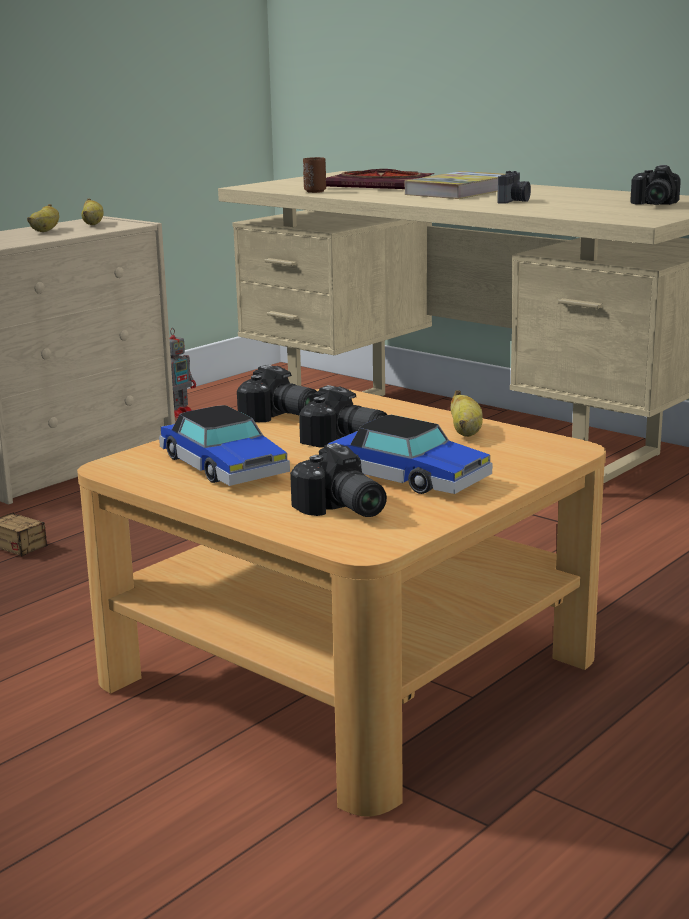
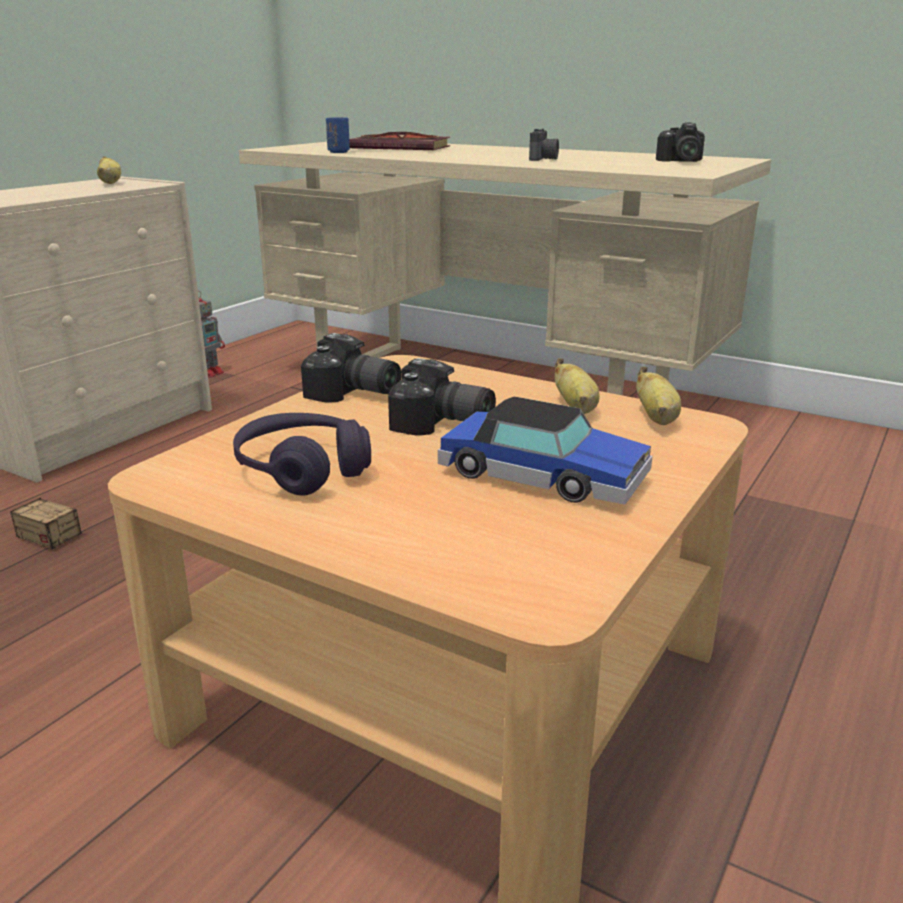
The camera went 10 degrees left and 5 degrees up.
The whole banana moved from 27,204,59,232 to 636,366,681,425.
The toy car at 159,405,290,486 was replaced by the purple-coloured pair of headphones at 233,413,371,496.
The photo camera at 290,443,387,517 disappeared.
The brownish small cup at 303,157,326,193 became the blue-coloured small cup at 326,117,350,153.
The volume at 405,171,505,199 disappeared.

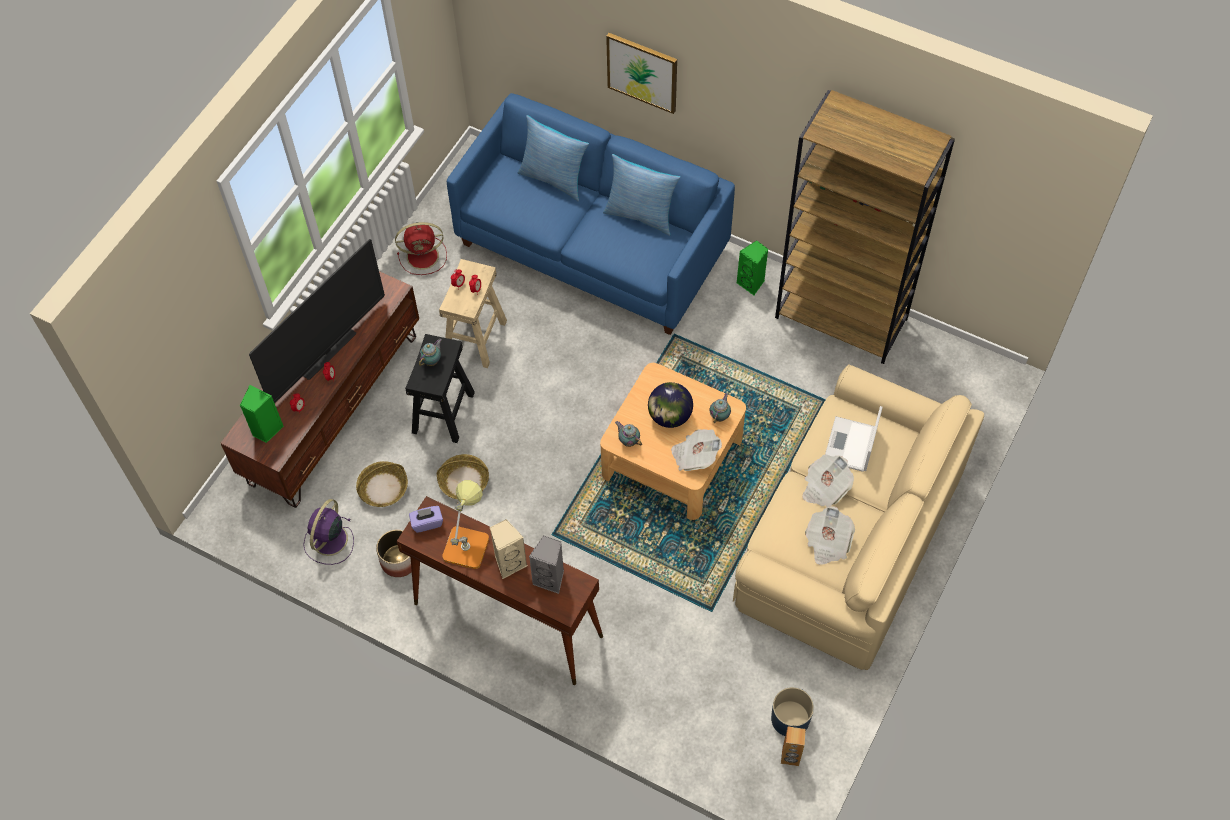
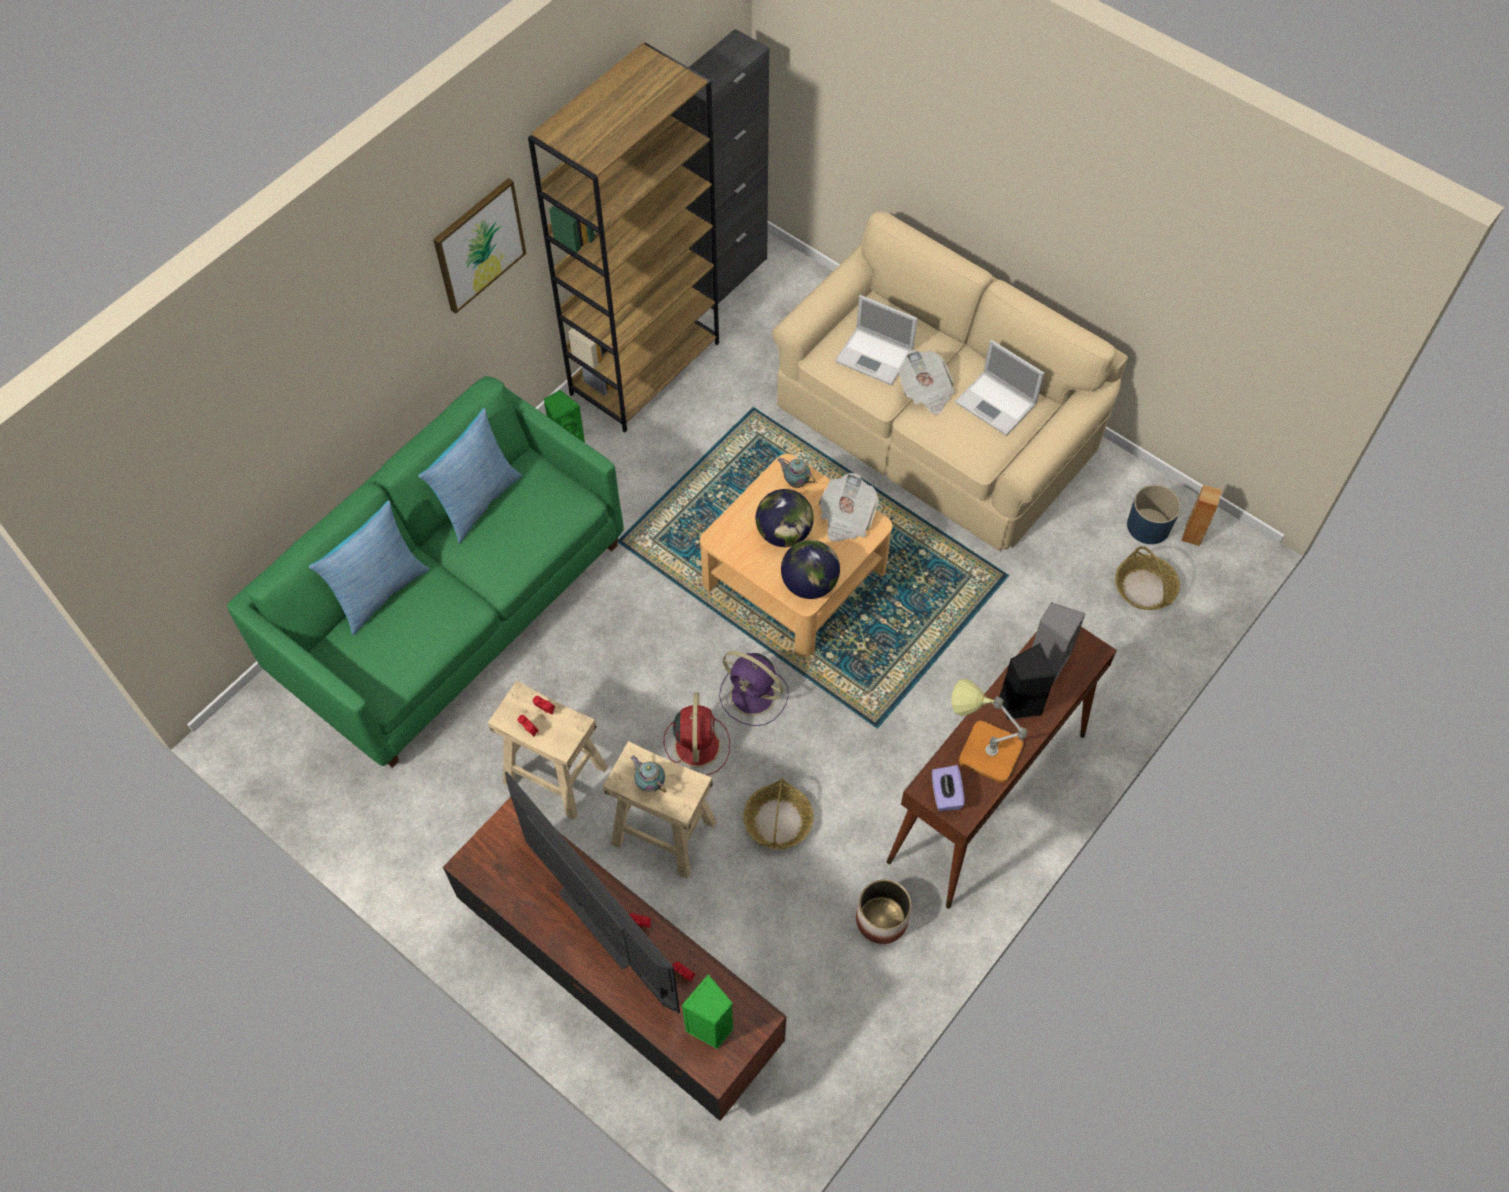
The camera went 80 degrees left and 0 degrees up.
The purple-coloured electric fan moved from 303,499,354,565 to 719,651,789,726.
The basket moved from 356,461,408,507 to 1115,546,1180,610.
The red-coloured electric fan moved from 395,222,447,275 to 664,692,730,776.
The black-coloured stool at 405,334,475,443 became the sand-coloured stool at 603,741,717,879.
The blue-coloured couch at 447,93,735,335 became the green couch at 227,376,624,768.
The sand-coloured speaker at 490,519,527,579 became the black-coloured speaker at 999,643,1056,720.
The picture moved from 606,33,677,114 to 433,178,526,314.
The tea pot at 615,421,642,447 was replaced by the desk globe at 781,540,840,599.
The newspaper at 805,506,855,565 was replaced by the portable computer at 955,340,1044,436.
The black-coloured cabinet at 674,29,769,309 appeared.

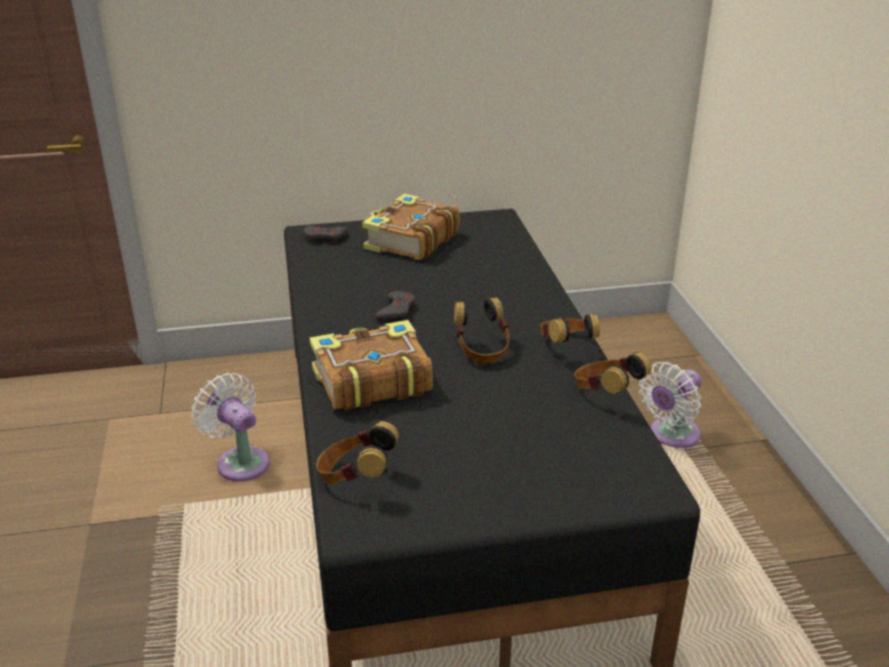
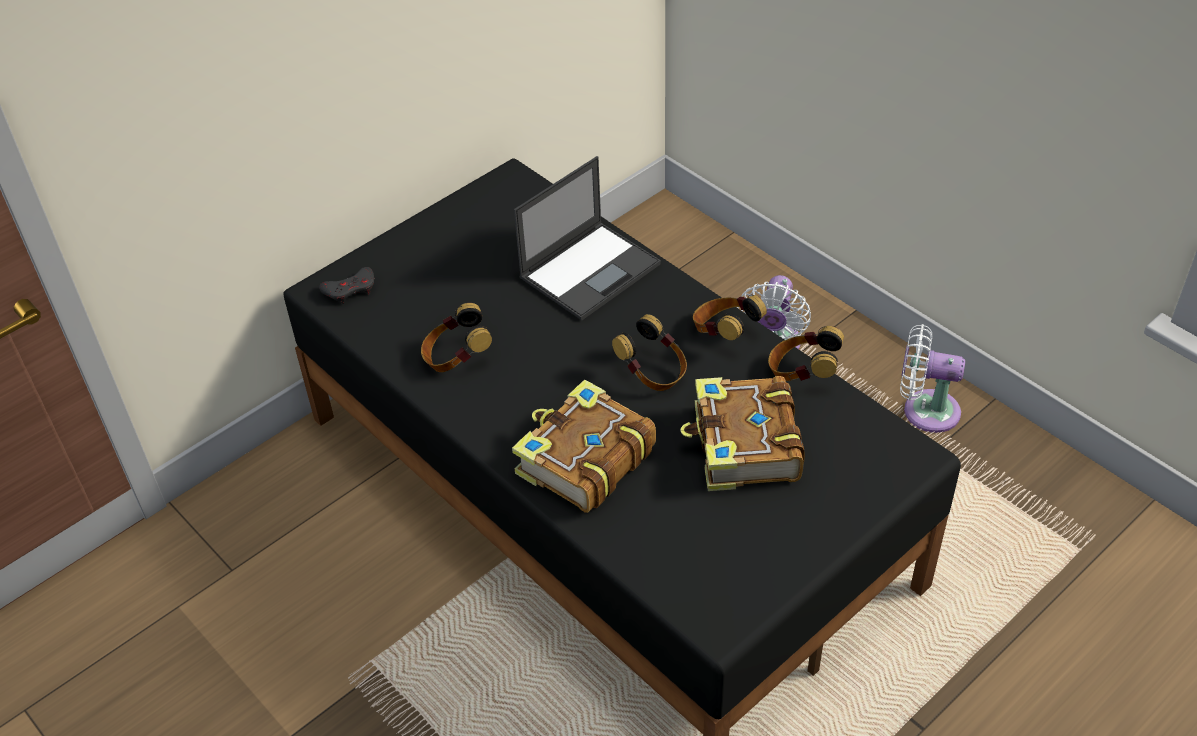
The camera went 30 degrees left and 15 degrees up.
The white-coloured electric fan moved from 192,373,270,481 to 900,324,965,433.
The pair of headphones moved from 316,421,399,484 to 421,303,492,372.
The volume moved from 362,194,459,260 to 680,376,805,491.
The greyish gamepad at 375,291,415,321 disappeared.
The portable computer at 514,156,661,320 appeared.

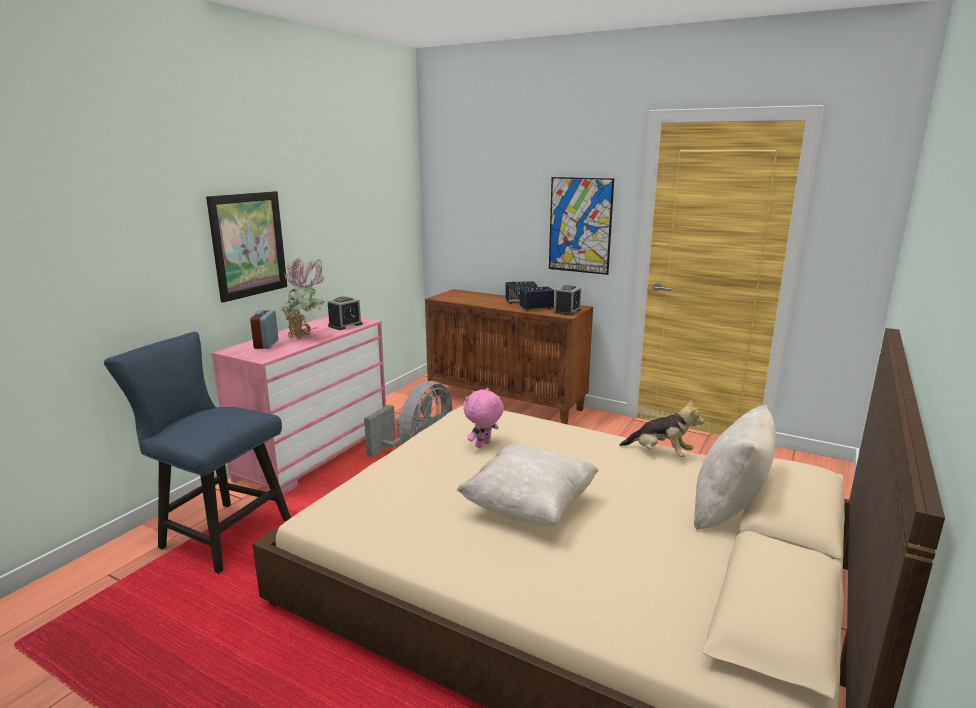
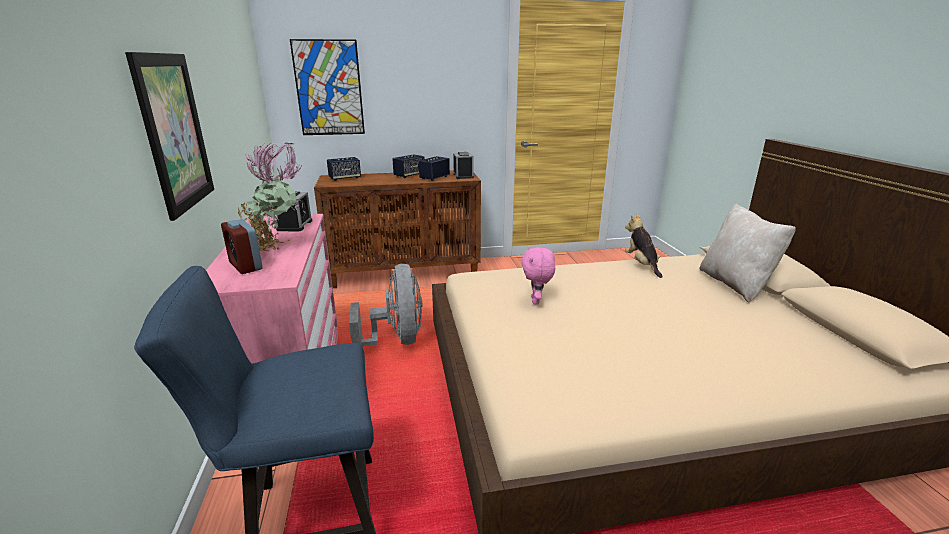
The camera went 40 degrees left and 5 degrees up.
The sand-coloured cushion at 457,443,599,526 disappeared.
The picture moved from 549,177,614,275 to 290,39,365,135.
The plush toy at 619,399,704,457 turned 90 degrees counterclockwise.
The speaker at 327,157,361,181 appeared.

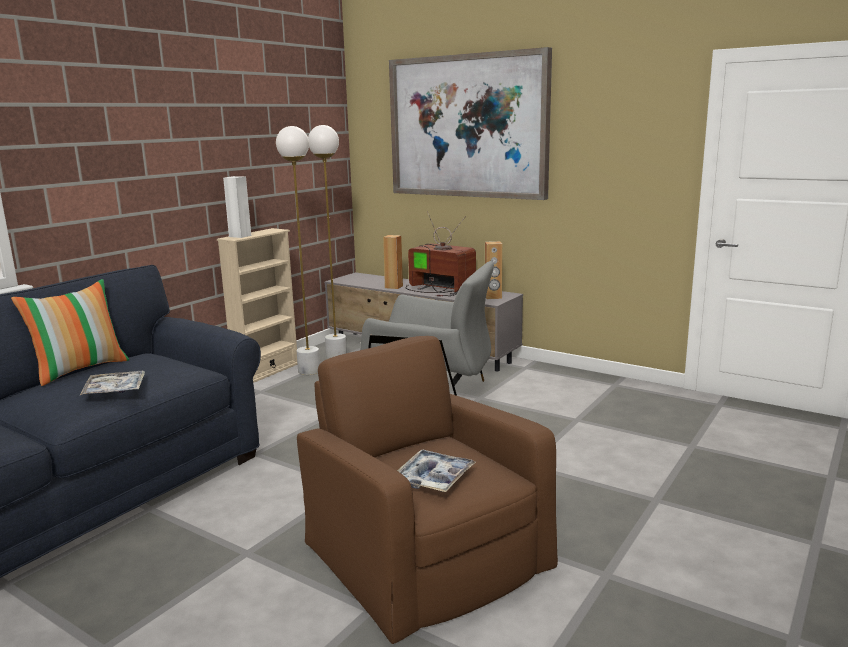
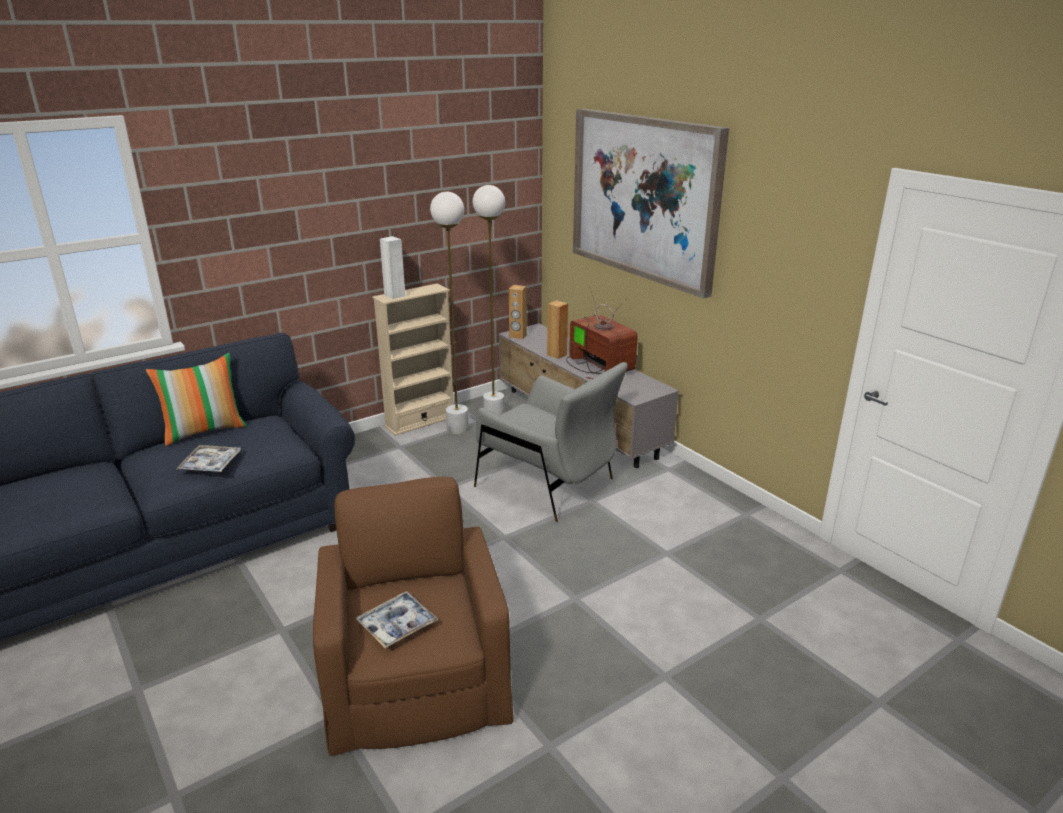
The camera went 20 degrees right and 10 degrees up.
The brownish speaker moved from 485,241,502,299 to 509,285,527,339.

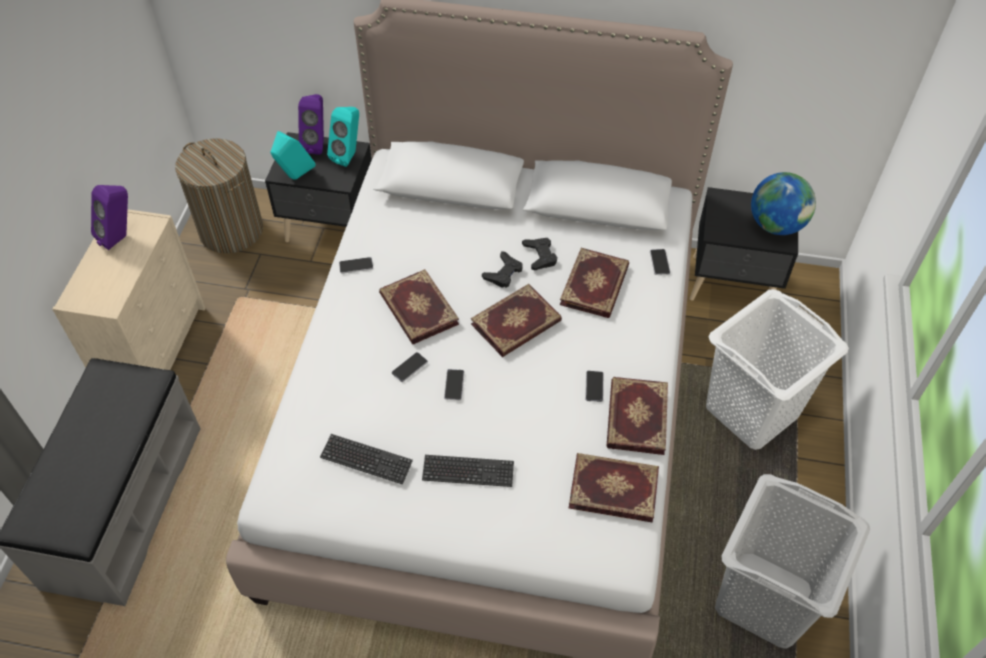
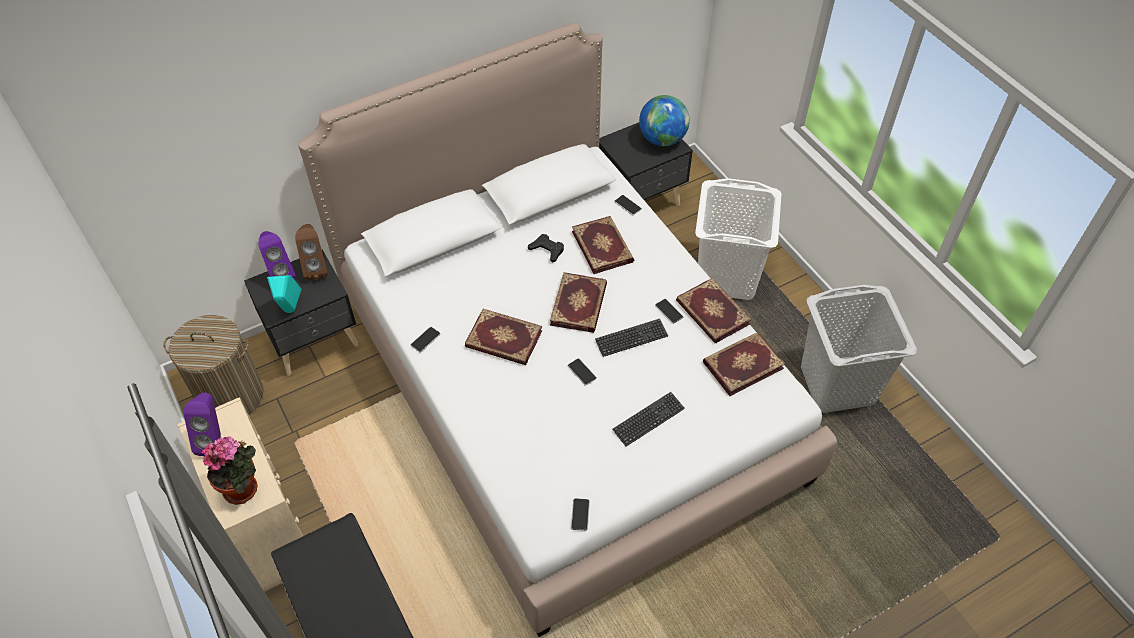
The camera went 40 degrees left and 0 degrees up.
The PC keyboard moved from 320,434,413,485 to 595,319,668,357.
The turquoise speaker at 327,107,359,167 became the brownish speaker at 295,224,328,280.
The phone moved from 392,352,428,382 to 571,498,590,531.
The black-coloured gamepad at 482,251,523,288 disappeared.
The houseplant at 202,436,258,505 appeared.

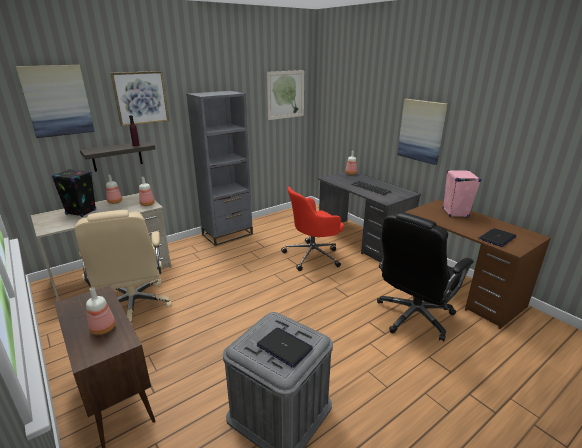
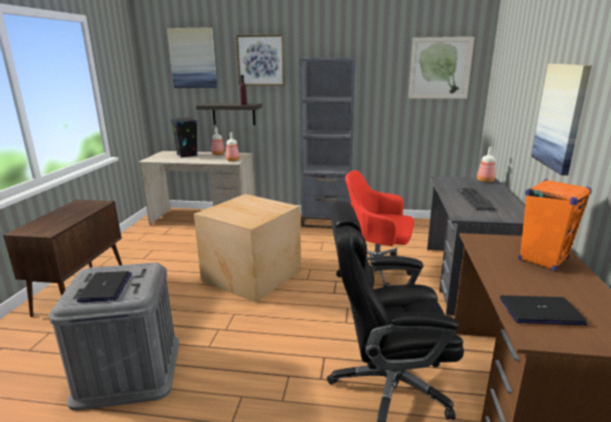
The camera went 45 degrees right and 5 degrees down.
The sand-coloured office chair at 74,210,172,325 disappeared.
The beverage bottle at 86,287,115,335 disappeared.
The pink-coloured speaker at 442,170,482,217 became the orangey speaker at 519,179,592,271.
The carton at 194,194,301,303 appeared.

